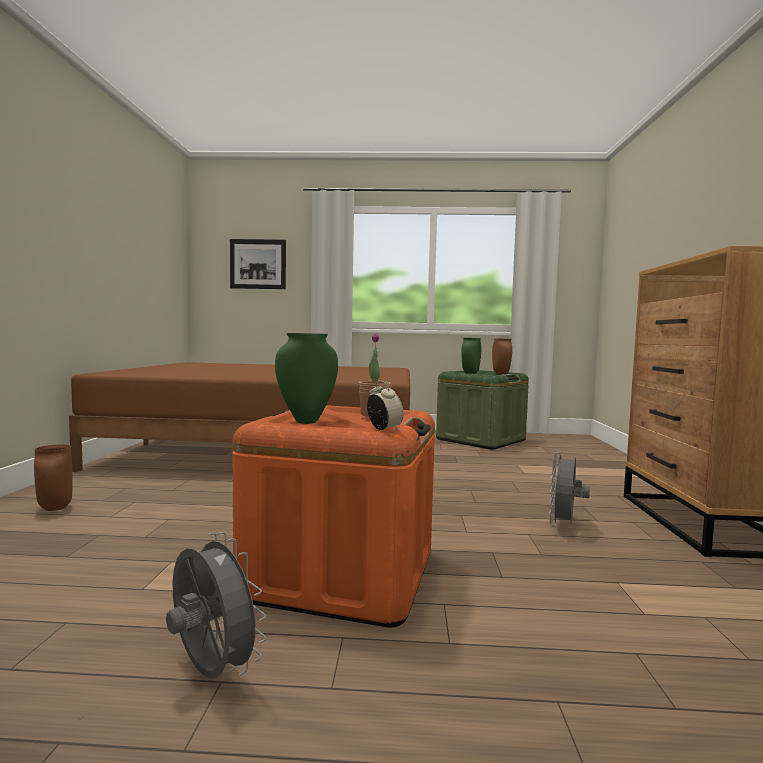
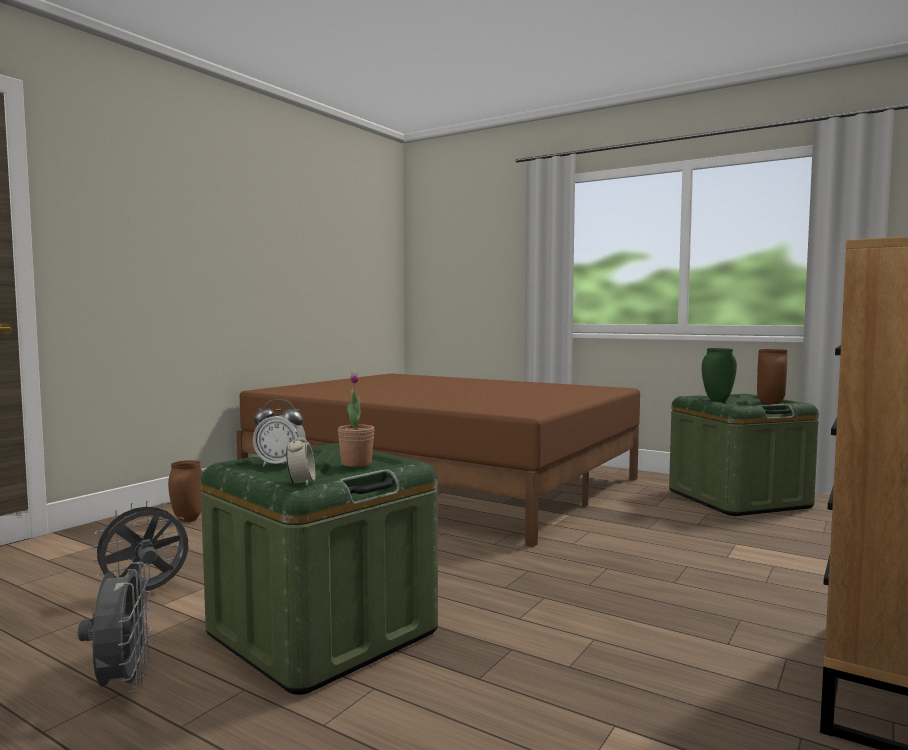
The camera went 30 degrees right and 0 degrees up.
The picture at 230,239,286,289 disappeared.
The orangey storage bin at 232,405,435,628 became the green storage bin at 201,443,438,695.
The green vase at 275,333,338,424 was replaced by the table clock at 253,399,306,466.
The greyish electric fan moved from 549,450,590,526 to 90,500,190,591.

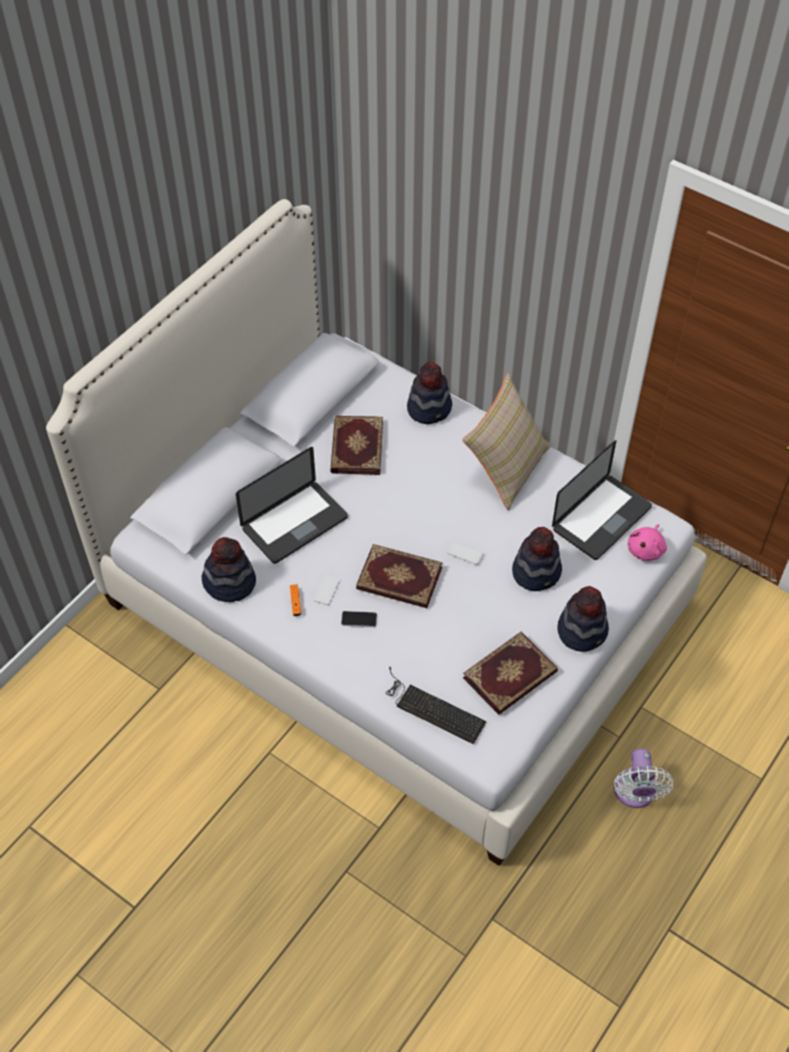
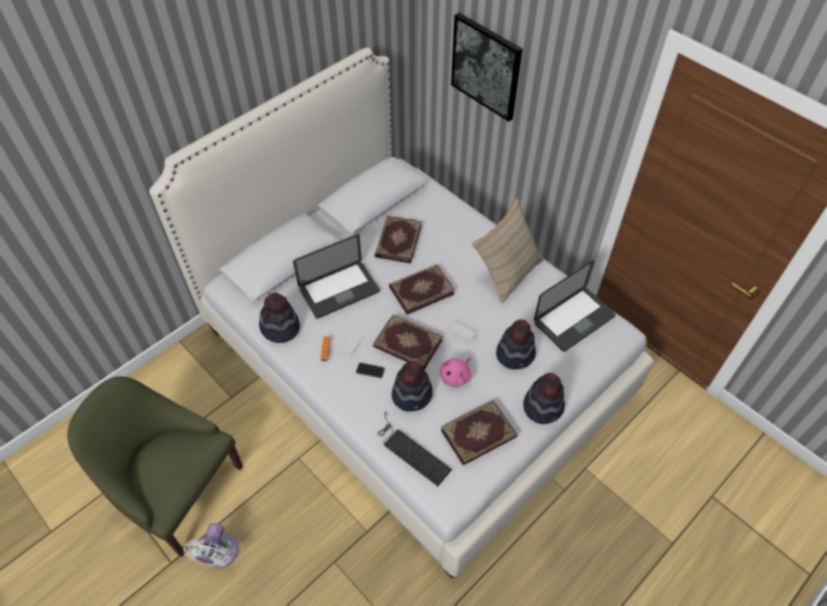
The camera went 10 degrees right and 0 degrees up.
The clothing hat moved from 407,362,452,424 to 392,361,433,412.
The white-coloured electric fan moved from 614,748,674,808 to 183,523,238,568.
The pink-coloured plush toy moved from 627,524,667,561 to 440,357,472,386.
The green lounge chair at 67,376,243,557 appeared.
The volume at 389,264,455,315 appeared.
The picture at 451,13,523,122 appeared.

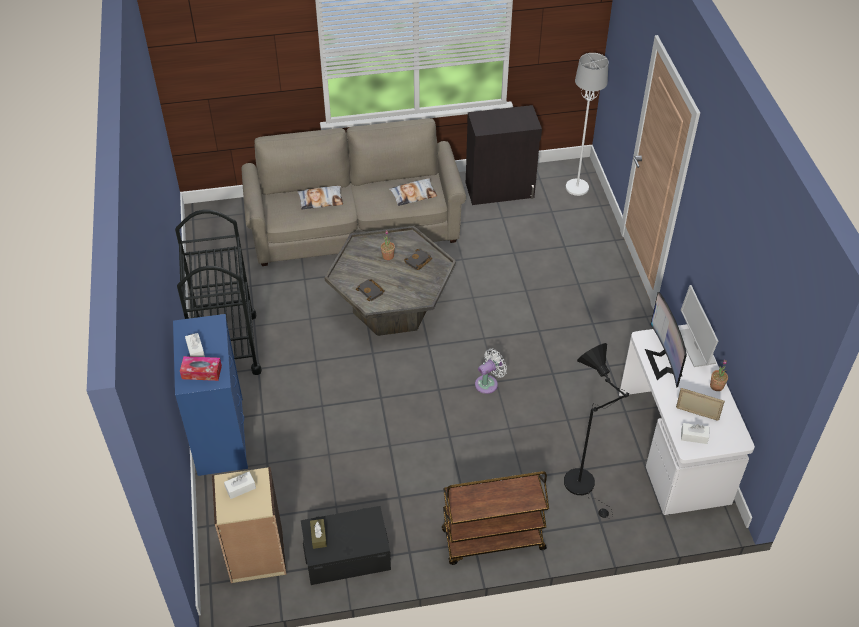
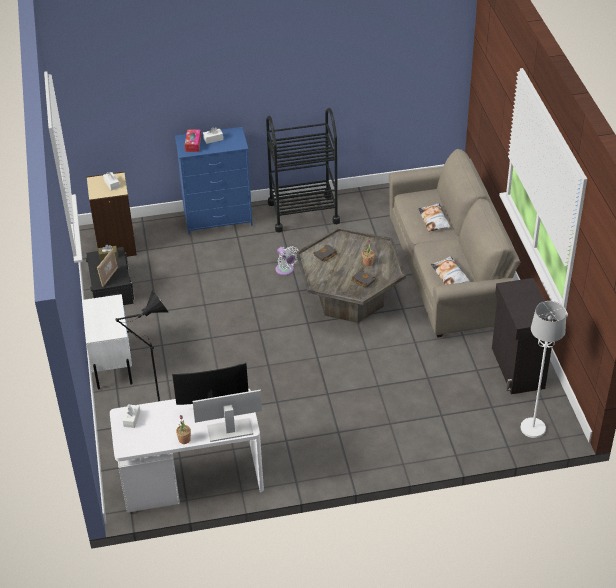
The camera went 90 degrees right and 5 degrees down.
The brownish cart at 442,471,549,565 was replaced by the white-coloured night table at 82,294,133,390.
The white-coloured electric fan moved from 475,349,507,394 to 276,246,299,276.
The photo frame moved from 676,388,725,421 to 97,249,118,287.

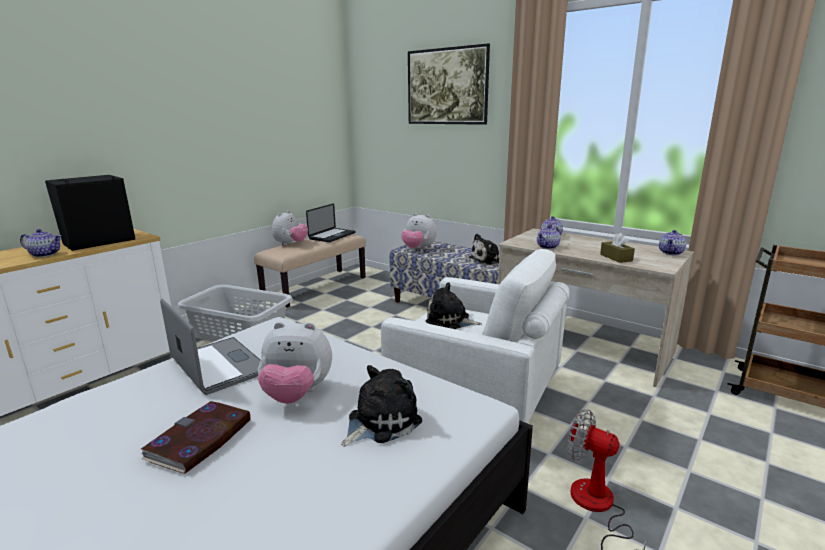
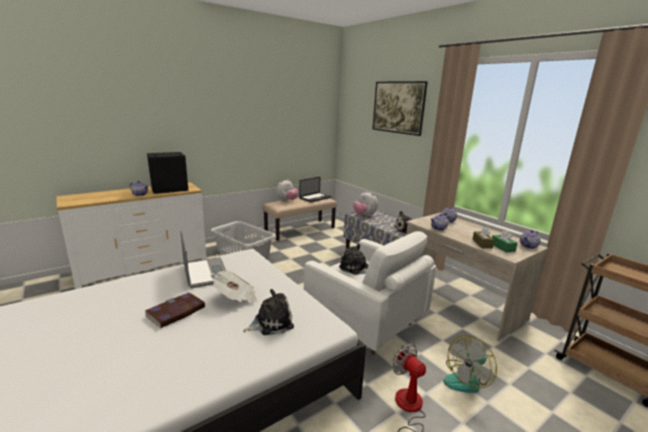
The camera went 15 degrees right and 0 degrees up.
The plush toy at 258,322,332,404 was replaced by the newspaper at 210,271,258,303.
The electric fan at 443,335,497,393 appeared.
The green tissue box at 492,230,518,253 appeared.

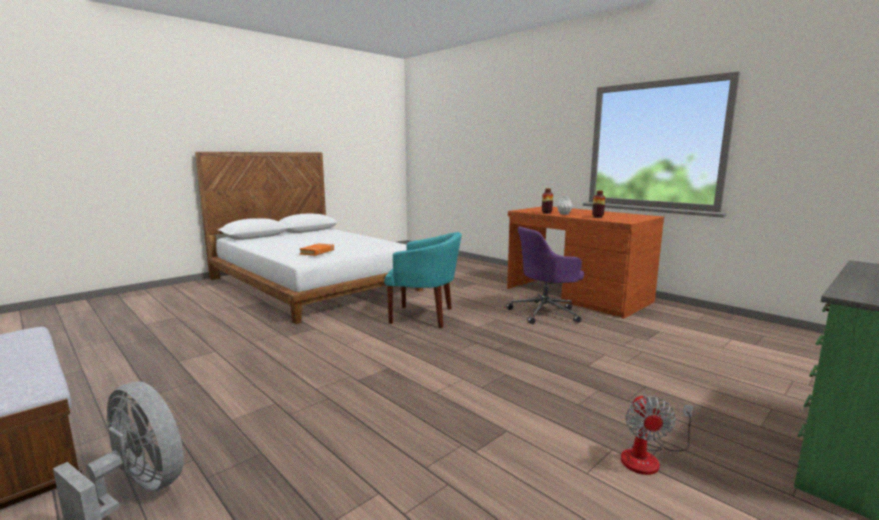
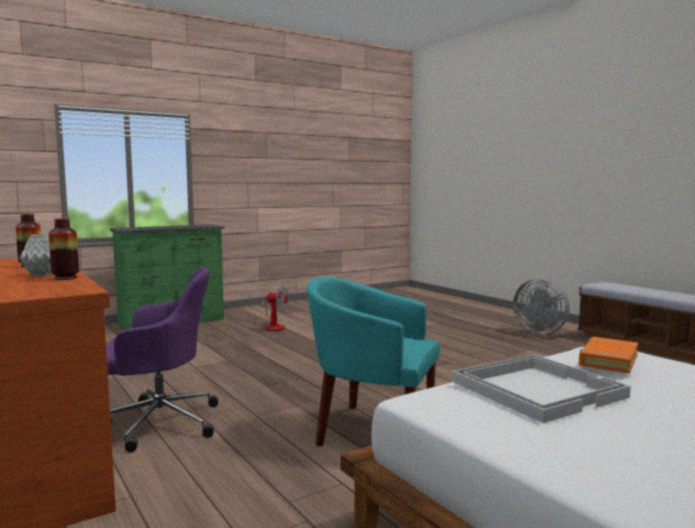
The camera went 170 degrees left and 5 degrees down.
The electric fan at 621,394,693,475 turned 90 degrees clockwise.
The white-coloured serving tray at 453,354,631,423 appeared.

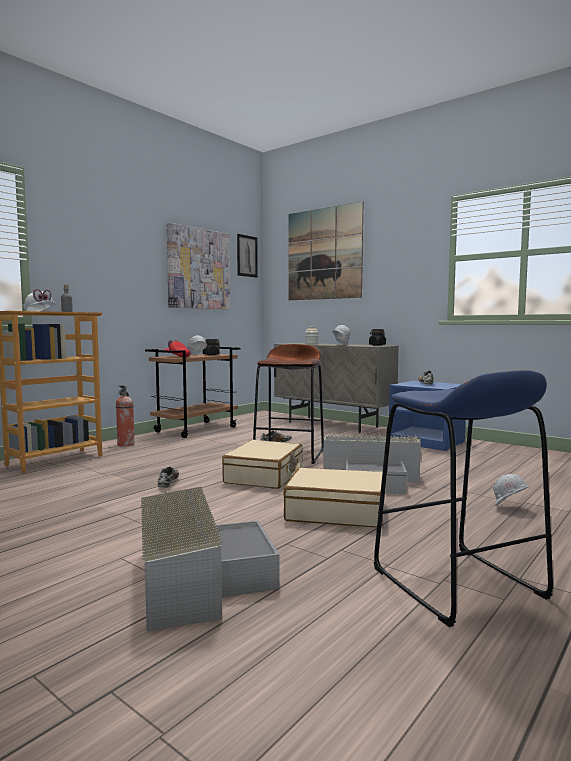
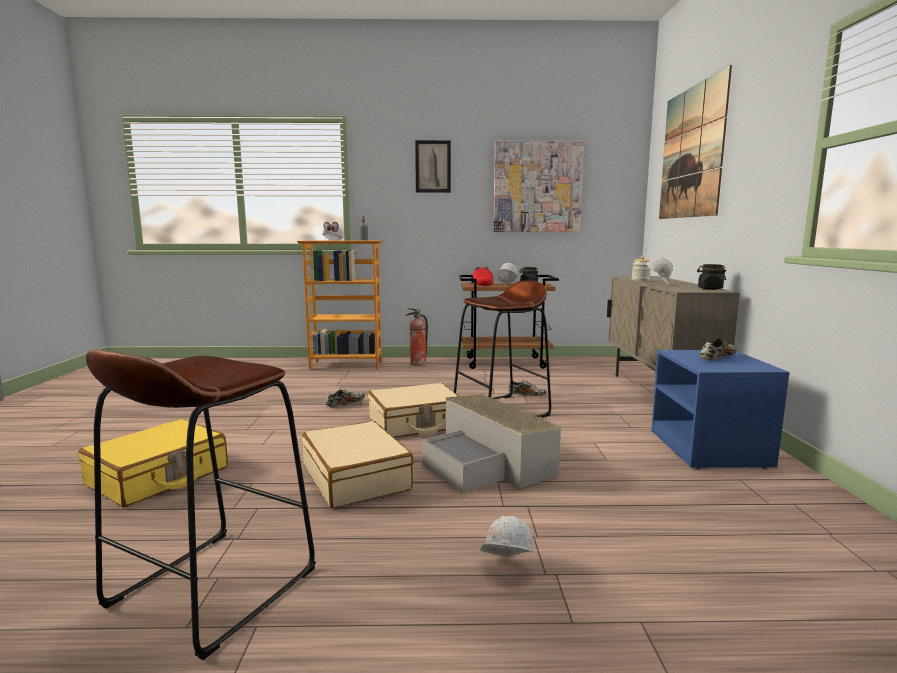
The camera went 50 degrees right and 5 degrees up.
The greyish storage bin at 141,487,279,631 was replaced by the yellowish travel case at 78,419,228,507.
The picture moved from 237,234,258,278 to 415,140,451,193.
The blue-coloured stool at 374,370,553,627 became the brownish stool at 86,349,316,660.

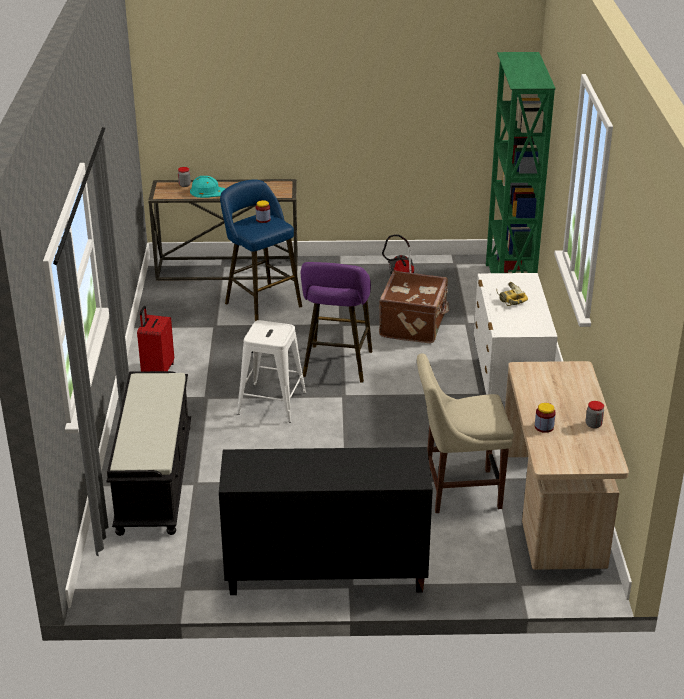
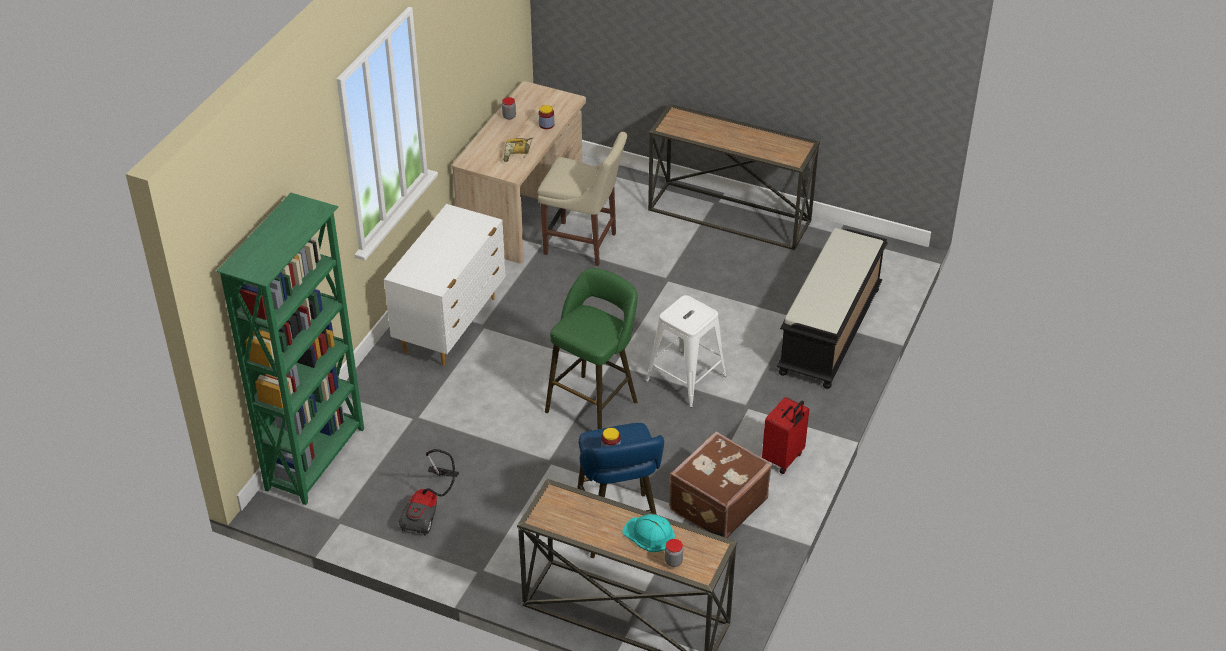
The camera went 155 degrees left and 10 degrees up.
The black-coloured cabinet at 219,447,433,595 was replaced by the hall table at 648,104,820,250.
The purple-coloured stool at 301,262,372,383 became the green stool at 545,268,638,429.
The brownish travel case moved from 379,270,449,343 to 669,431,772,538.
The drill moved from 496,282,528,306 to 503,138,533,162.

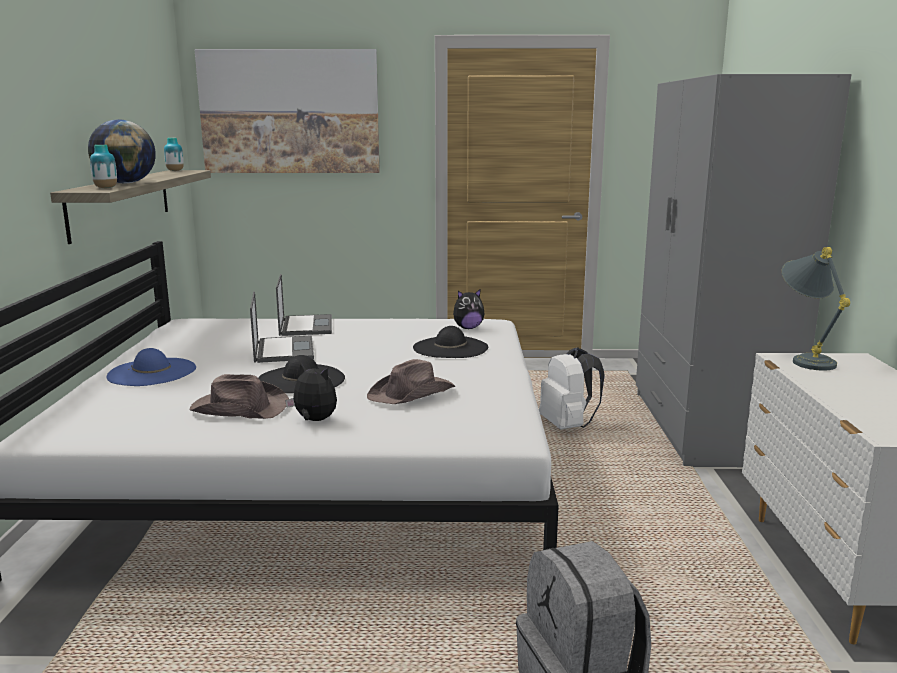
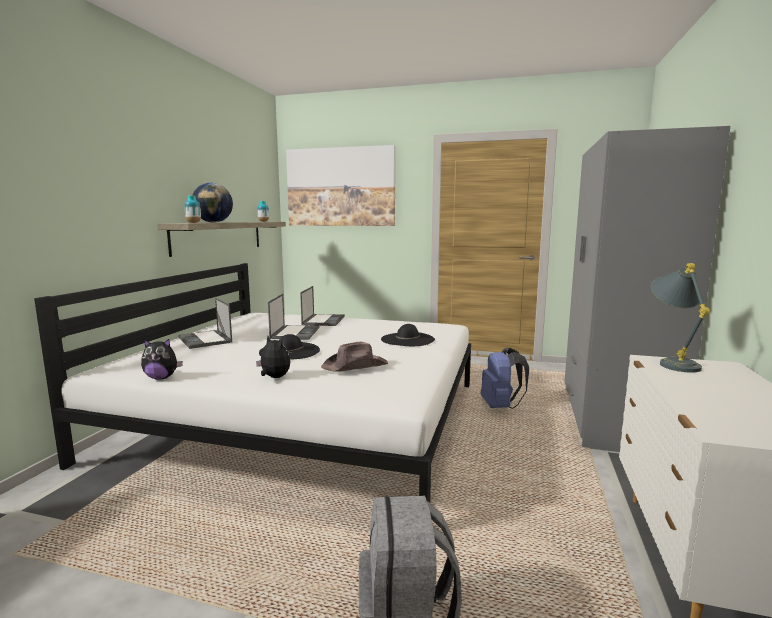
The camera went 15 degrees right and 5 degrees down.
The blue-coloured clothing hat at 107,348,196,386 was replaced by the portable computer at 178,297,232,349.
The brownish clothing hat at 190,374,289,419 disappeared.
The plush toy moved from 453,289,485,329 to 141,339,183,380.
The white-coloured knapsack at 539,347,605,429 became the blue-coloured knapsack at 480,348,529,409.

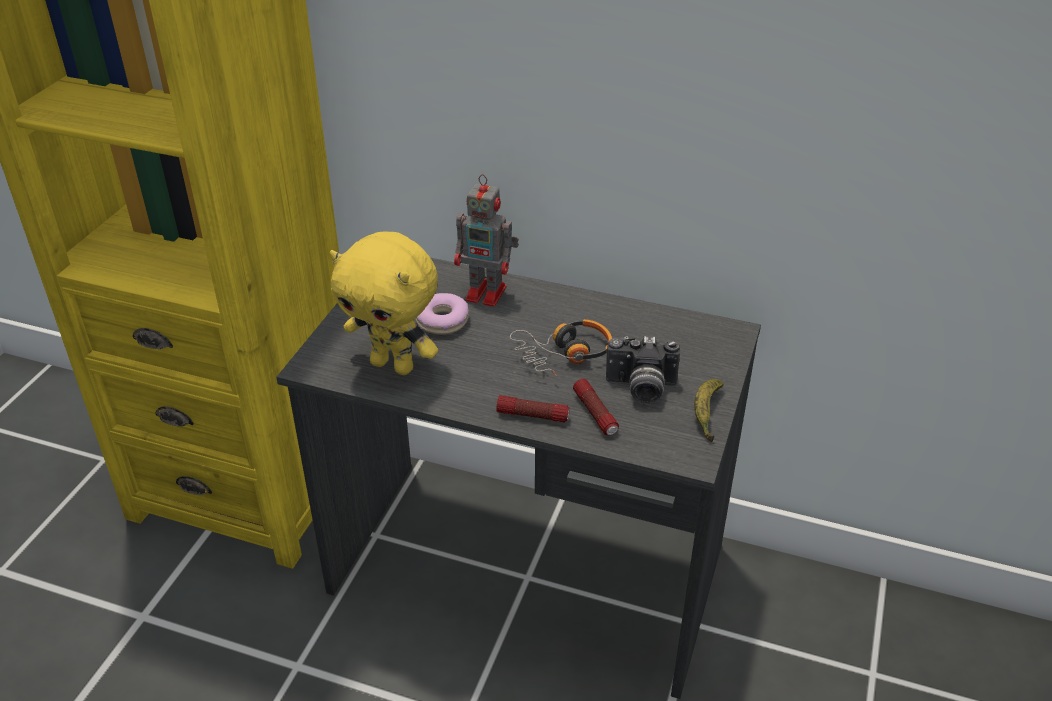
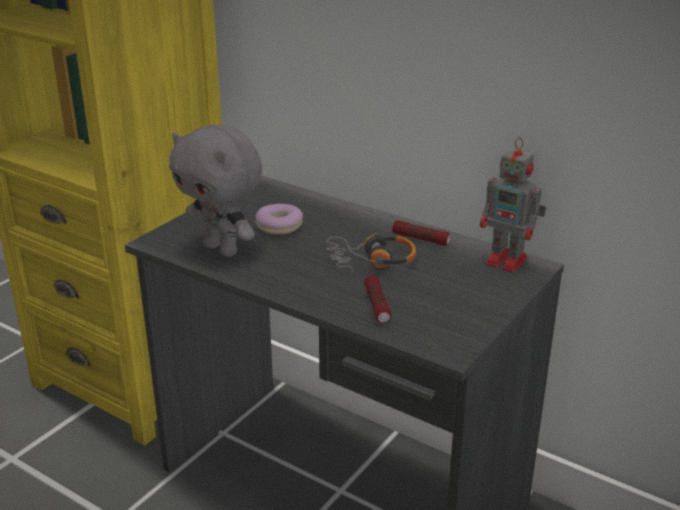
The camera went 15 degrees right and 10 degrees down.
The yellowish plush toy at 330,231,438,375 became the greyish plush toy at 169,124,262,257.
The robot figure moved from 454,174,519,307 to 480,137,546,273.
The hand torch moved from 496,395,570,423 to 392,220,451,246.
The photo camera at 606,336,680,404 disappeared.
The whole banana at 694,379,724,442 disappeared.

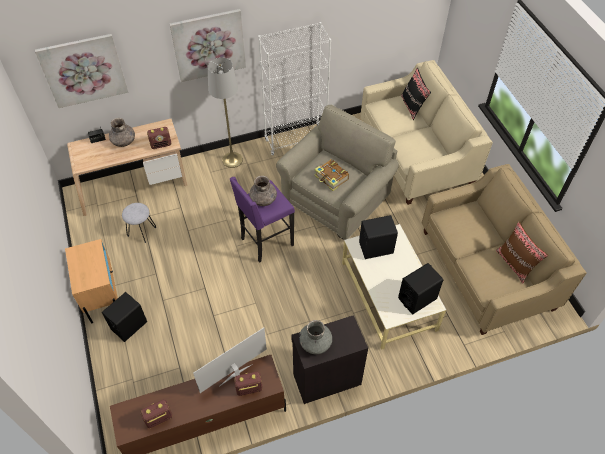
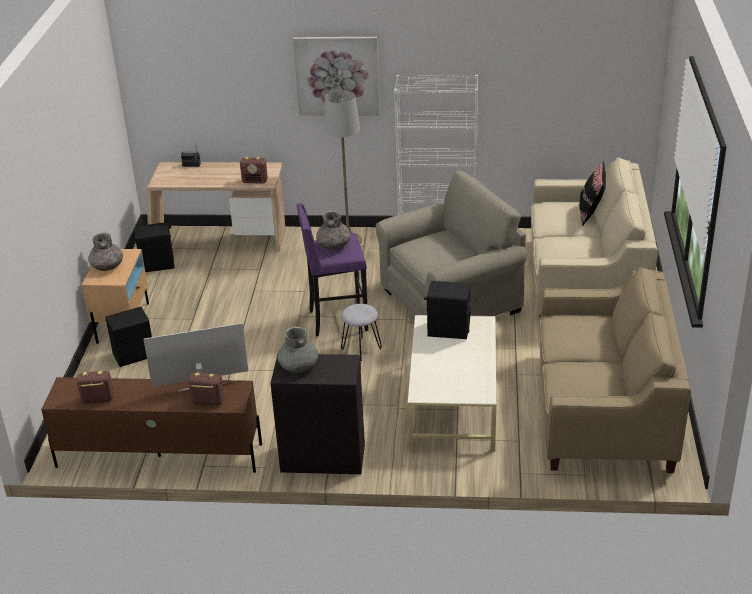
The camera went 25 degrees right and 20 degrees down.
The picture at 35,34,128,108 disappeared.
The greyish vase moved from 109,118,135,147 to 89,232,123,271.
The greyish stool moved from 122,203,156,243 to 341,304,382,361.
The volume at 314,159,349,191 disappeared.
The black-coloured speaker moved from 398,263,443,314 to 135,222,174,272.
The brownish cushion at 496,222,548,284 disappeared.

